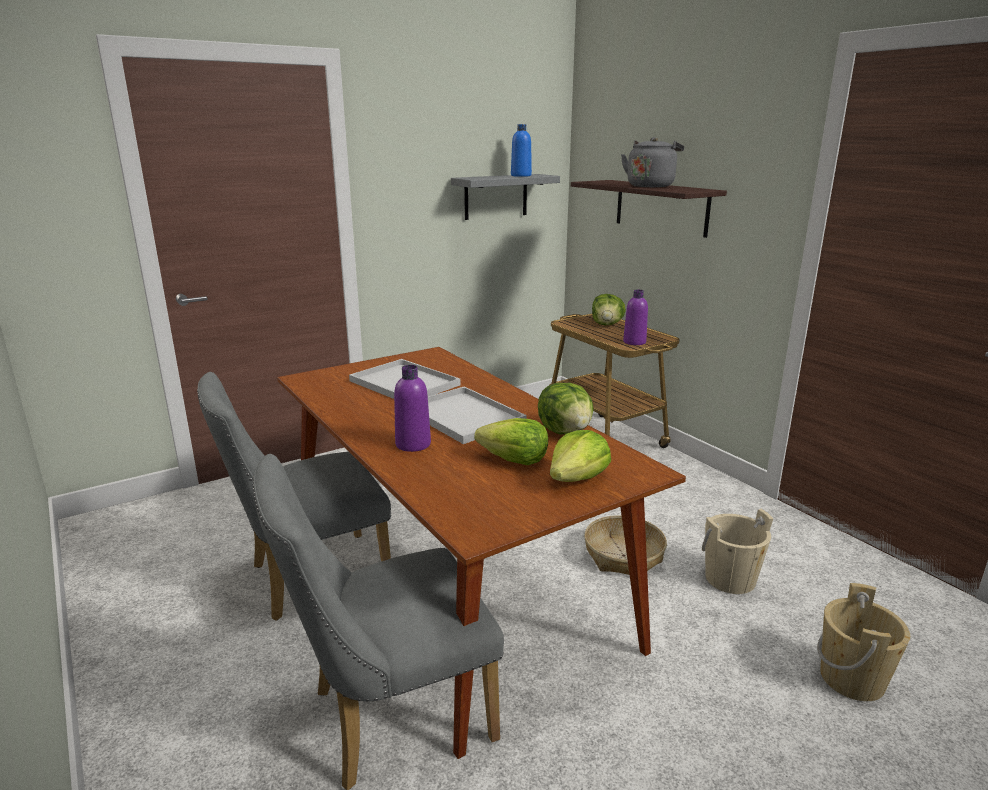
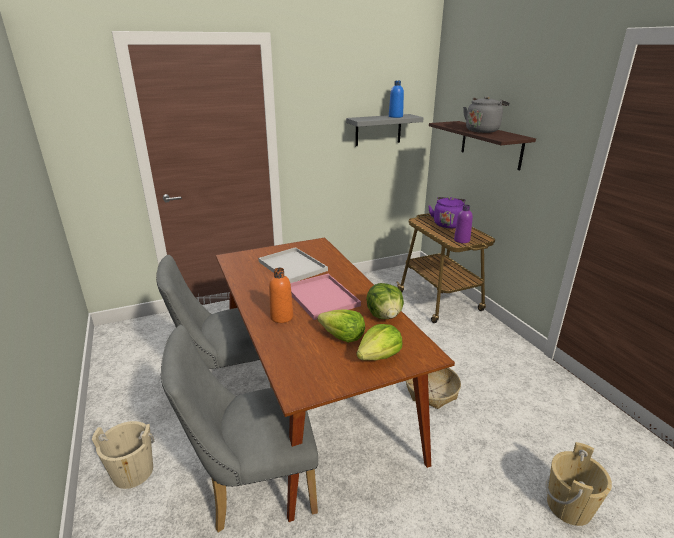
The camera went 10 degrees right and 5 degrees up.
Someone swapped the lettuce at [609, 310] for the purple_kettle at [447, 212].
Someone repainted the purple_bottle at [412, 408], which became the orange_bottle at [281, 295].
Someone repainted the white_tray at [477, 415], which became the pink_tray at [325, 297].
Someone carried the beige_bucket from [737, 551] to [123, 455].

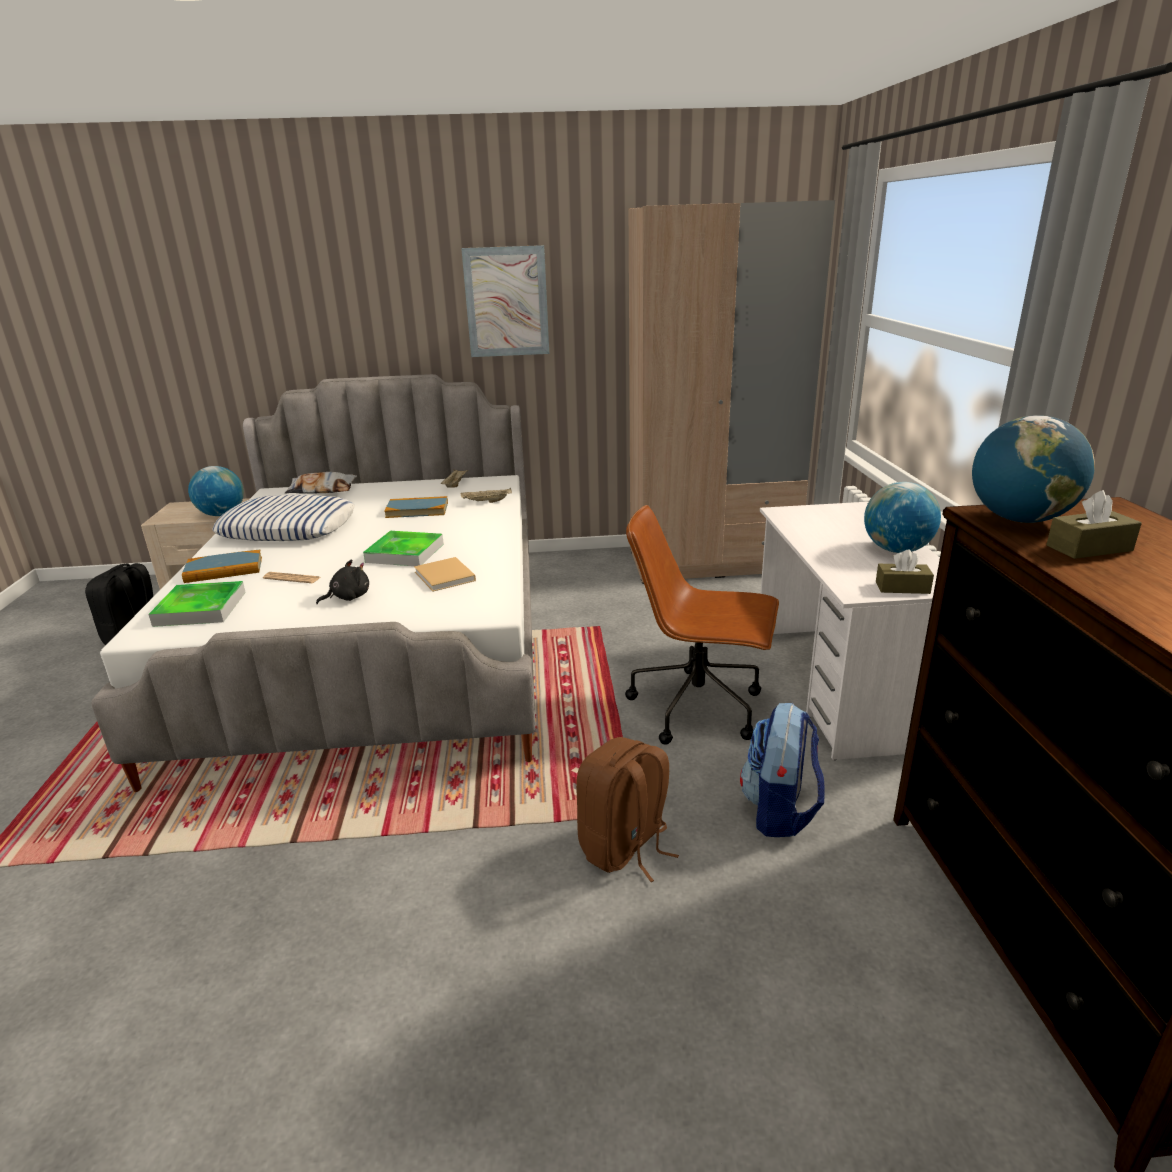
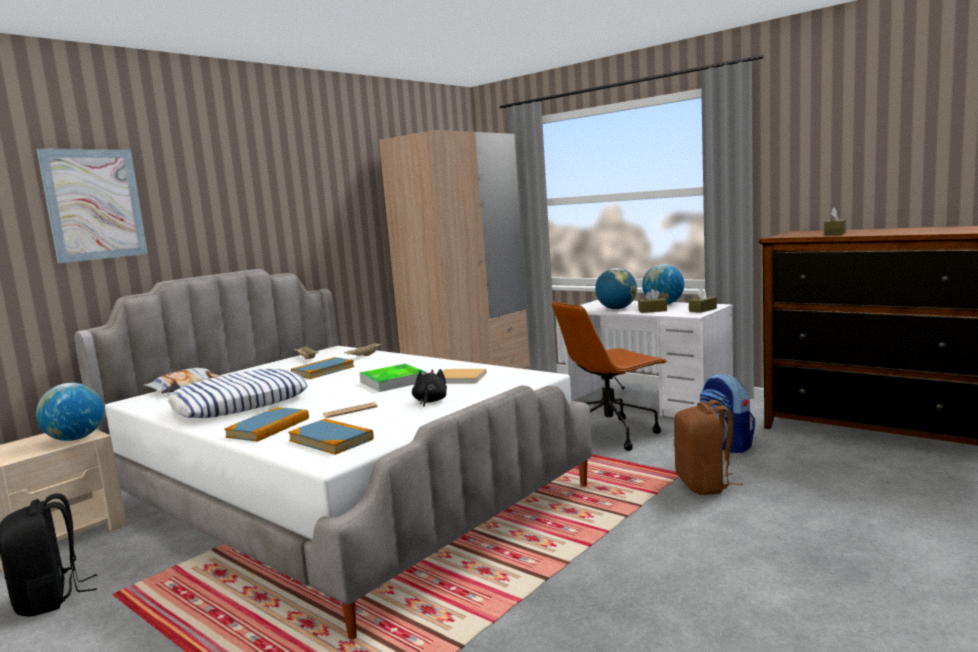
The camera went 45 degrees left and 15 degrees down.
Someone carried the picture from [505, 301] to [92, 206].
Someone carried the globe from [1033, 469] to [616, 288].
Someone swapped the tray at [197, 604] for the book at [331, 437].
Someone put down the brown_tissue_box at [652, 301].

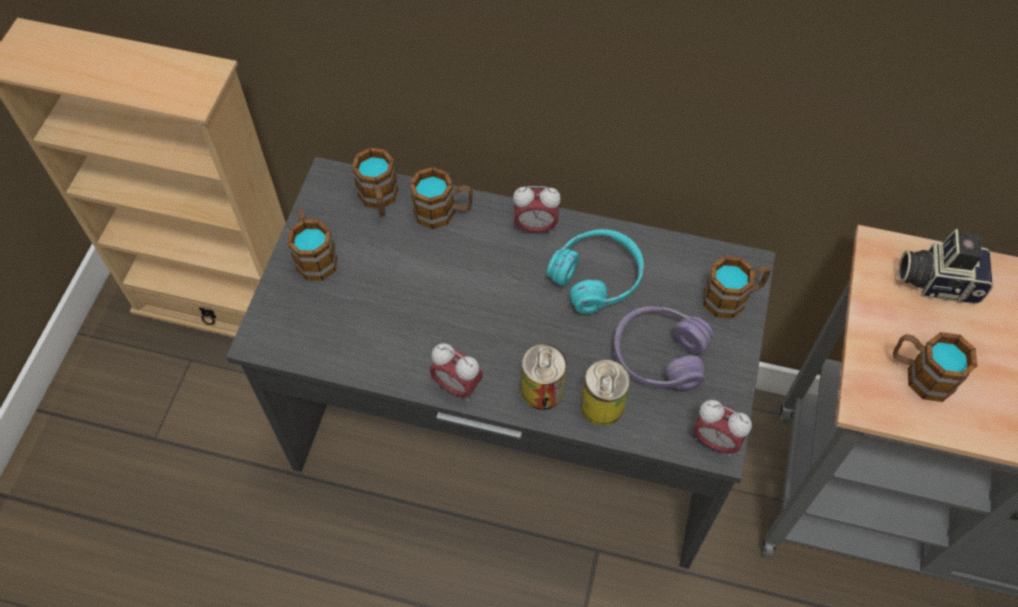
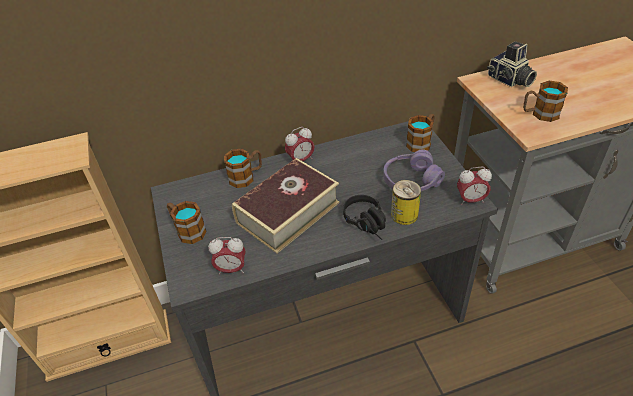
The camera went 30 degrees left and 15 degrees down.
Someone took away the mug at [375, 182].
Someone took away the turquoise_headphones at [595, 271].
Someone rotated the photo_camera at [945, 266] by 105 degrees counterclockwise.
Someone carried the alarm_clock from [456, 372] to [227, 256].
Someone swapped the can at [544, 377] for the black_headphones at [364, 217].
Someone put down the book at [286, 205].

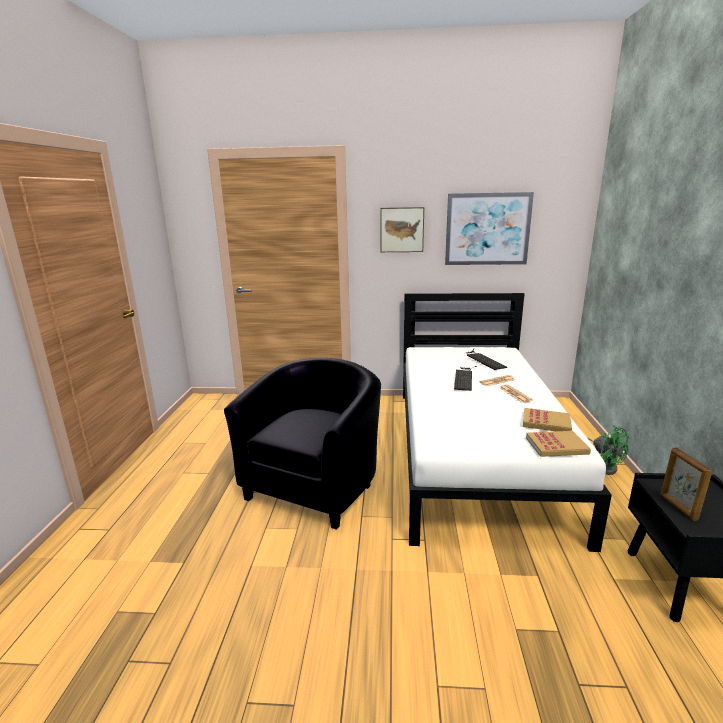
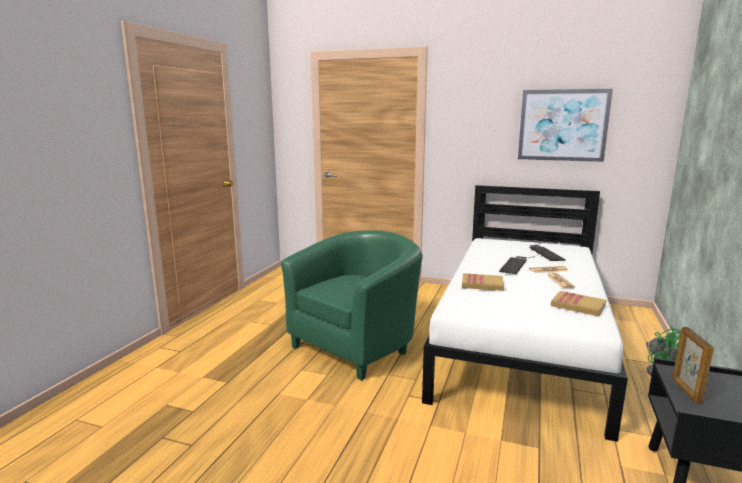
The camera went 15 degrees right and 5 degrees down.
Someone took away the picture at [402, 229].
Someone repainted the black_armchair at [302, 444], which became the green_armchair at [352, 305].
Someone carried the book from [558, 444] to [483, 282].

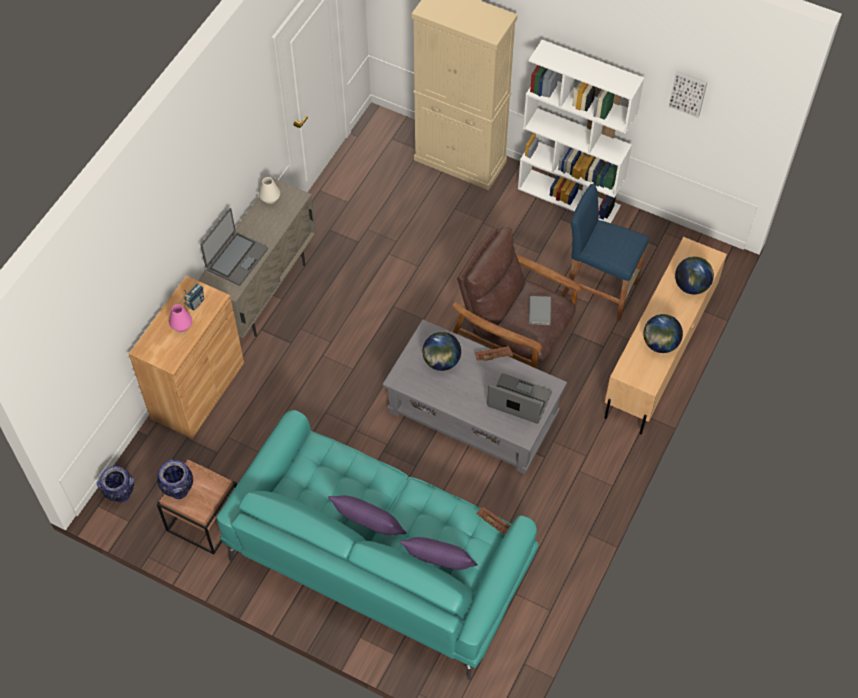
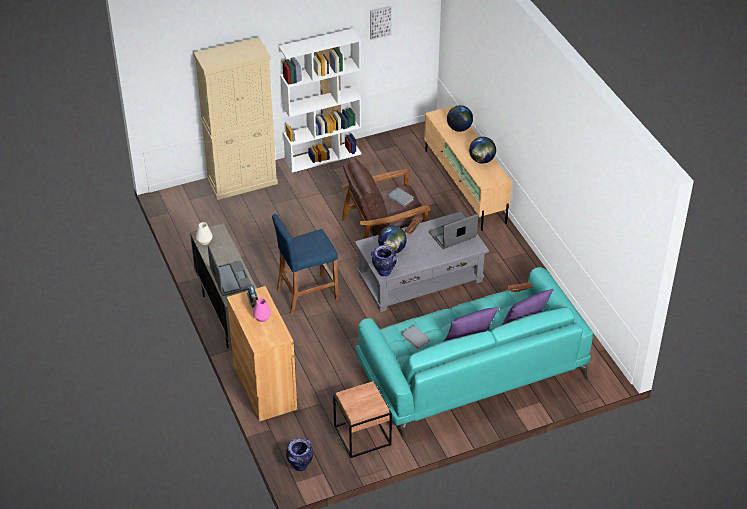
The camera went 50 degrees left and 15 degrees down.
Someone carried the blue_stool from [605, 252] to [305, 264].
Someone carried the vase from [175, 479] to [384, 261].
Someone put down the grey_book at [415, 337].

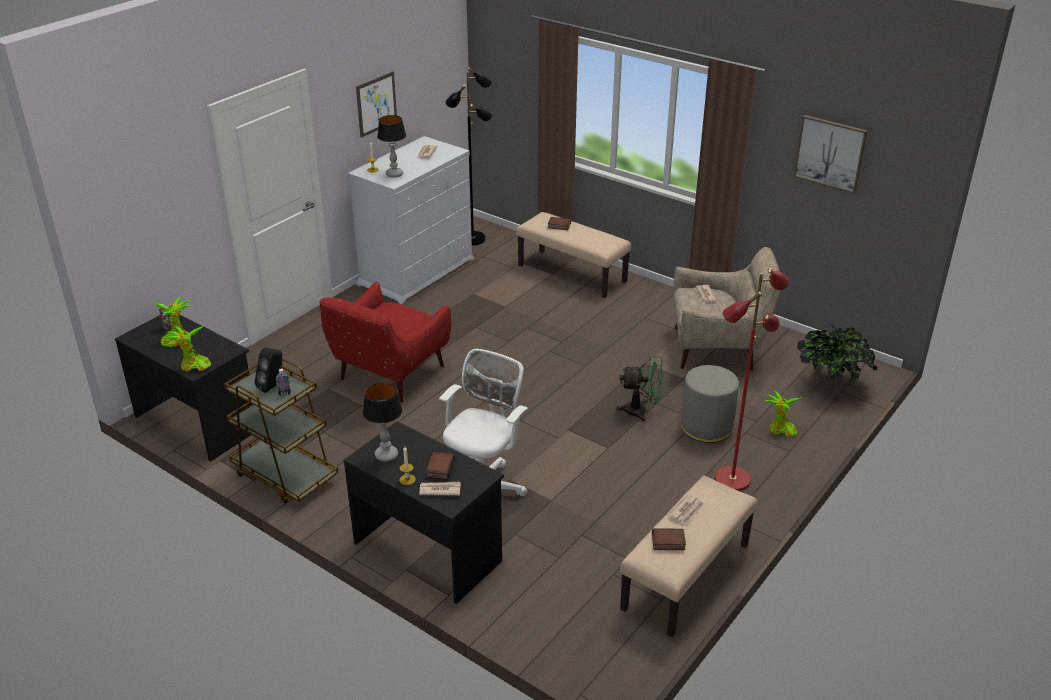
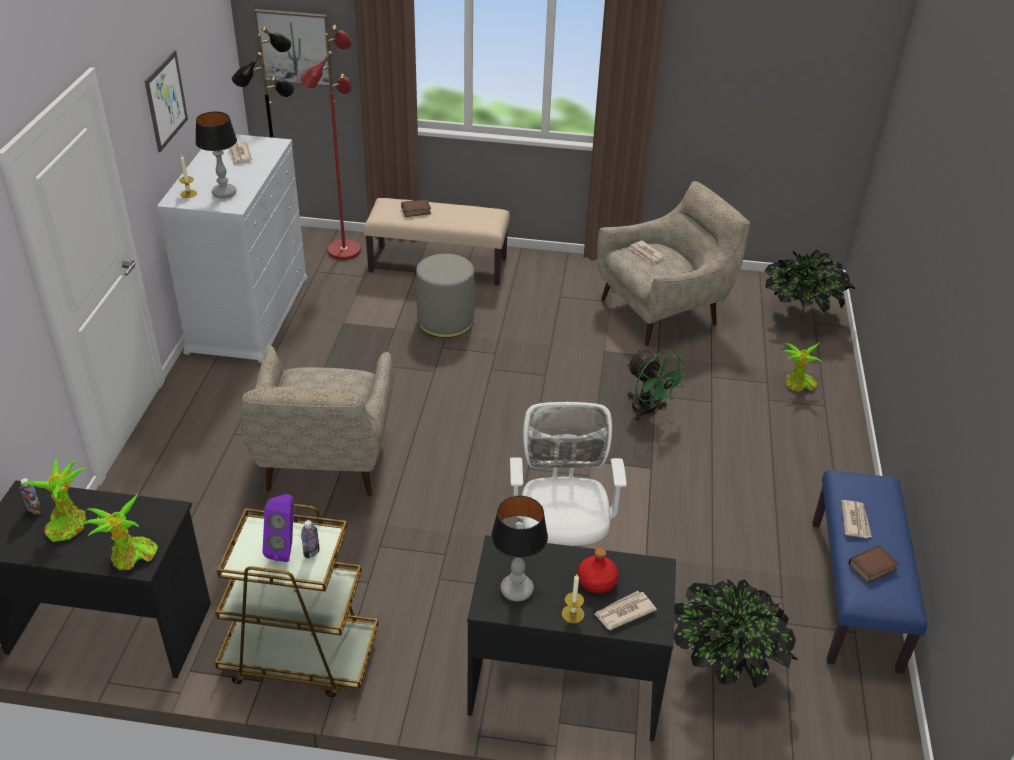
The camera went 30 degrees left and 5 degrees up.
Someone carried the picture from [831, 154] to [293, 48].
Someone carried the red_floor_lamp from [752, 379] to [330, 142].
Someone repainted the red_armchair at [385, 342], which became the beige_armchair at [317, 420].
Someone repainted the black_speaker at [268, 370], which became the purple_speaker at [278, 528].
Someone rotated the green_fan at [639, 388] by 75 degrees clockwise.
Someone carried the grey_ottoman from [710, 404] to [445, 296].
Someone swapped the book at [440, 466] for the red_bottle at [598, 570].
Someone repainted the beige_bench at [688, 556], which became the blue_bench at [869, 572].
Someone put down the potted_plant at [736, 633].

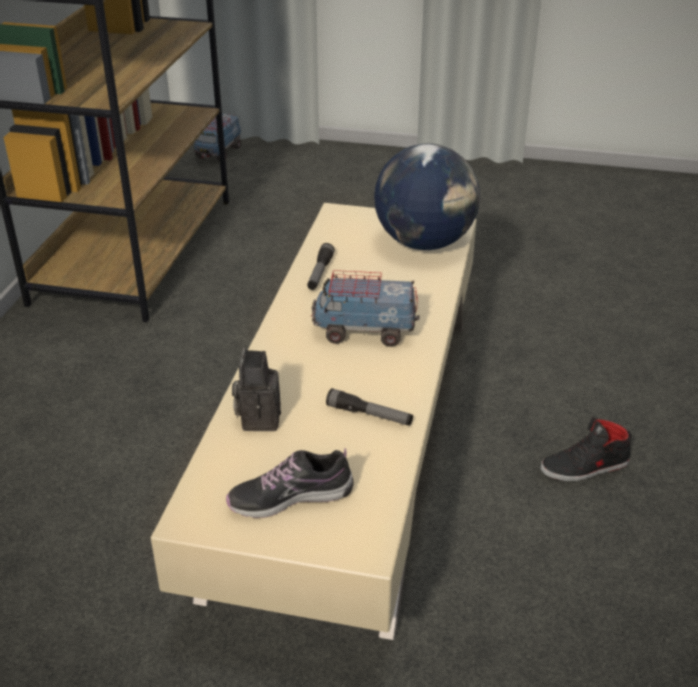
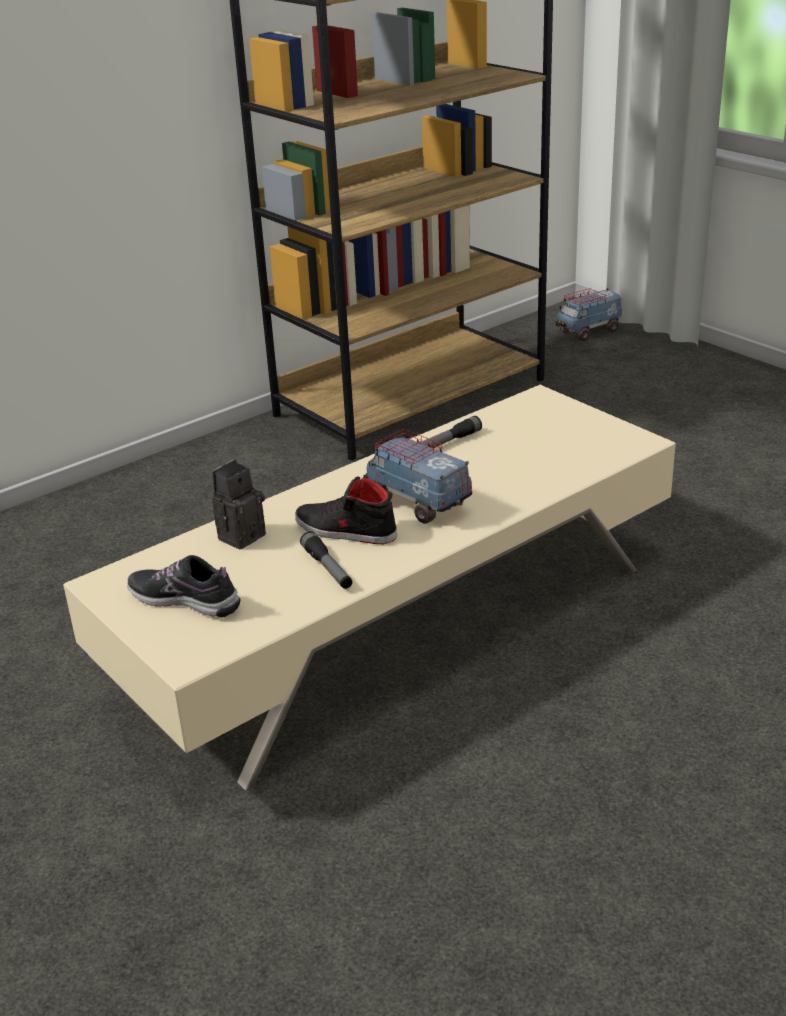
The camera went 40 degrees right and 5 degrees down.
Someone took away the globe at [427, 196].
Someone carried the black_shoe from [585, 449] to [346, 510].

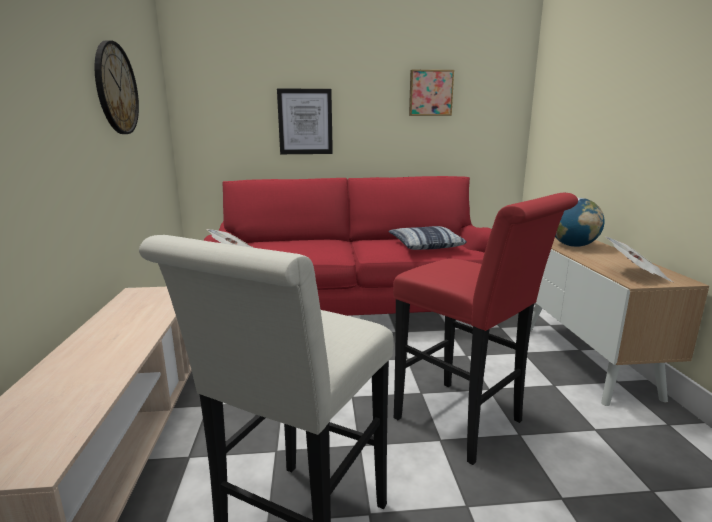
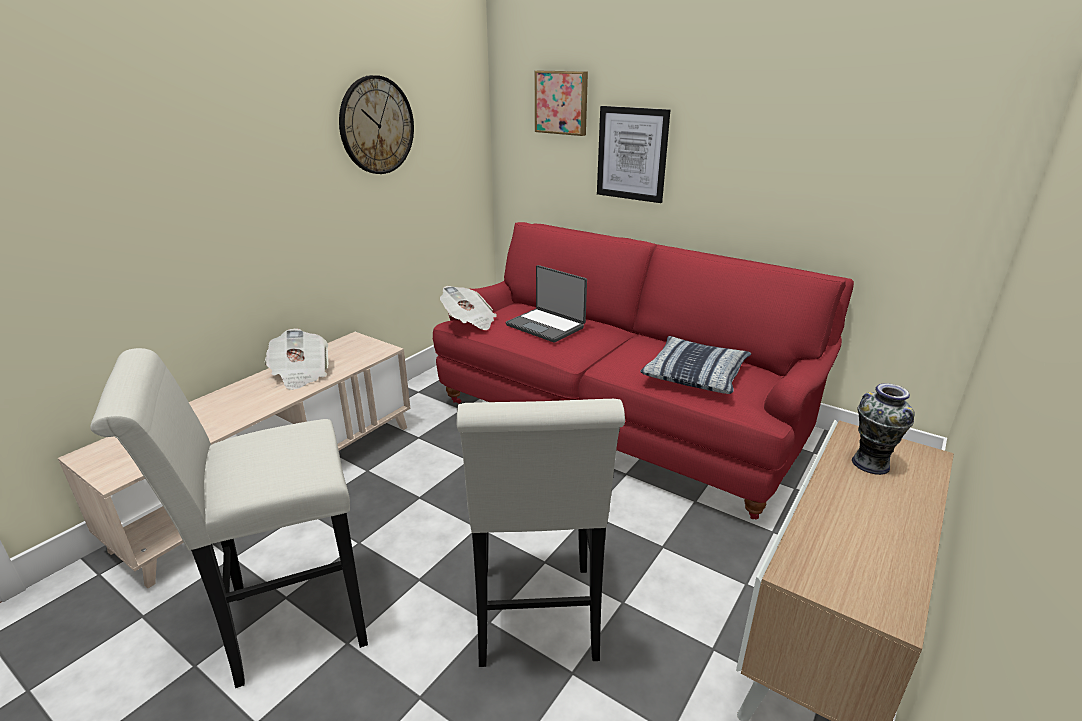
The camera went 40 degrees right and 10 degrees up.
Someone carried the picture from [431, 93] to [561, 103].
Someone repainted the red_stool at [485, 329], which became the white_stool at [541, 533].
Someone swapped the globe at [580, 222] for the vase at [883, 429].
Someone carried the newspaper from [638, 259] to [296, 359].
Someone put down the laptop at [546, 304].

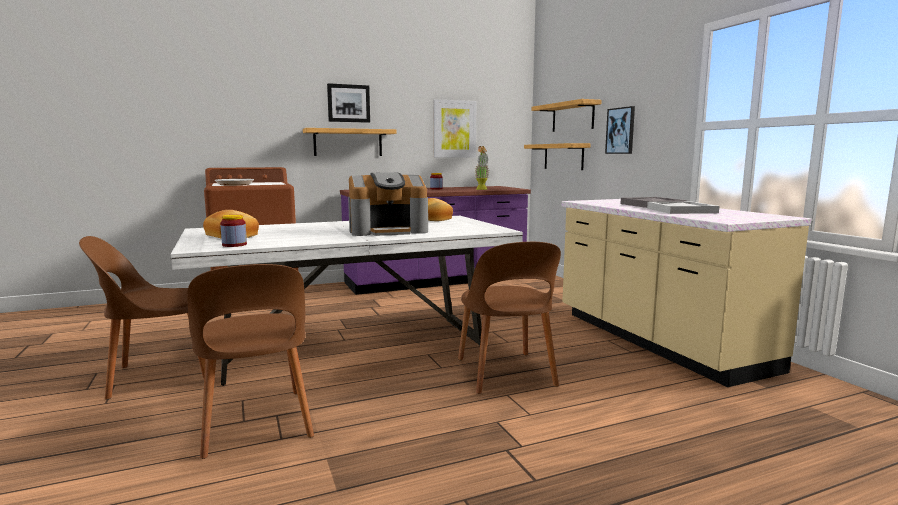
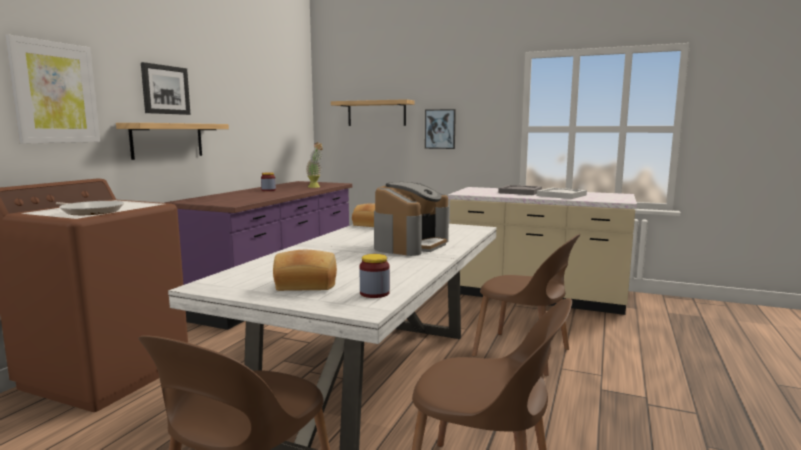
The camera went 45 degrees left and 0 degrees up.
Someone carried the picture from [454, 128] to [52, 89].
Someone took away the shelf at [557, 156].

